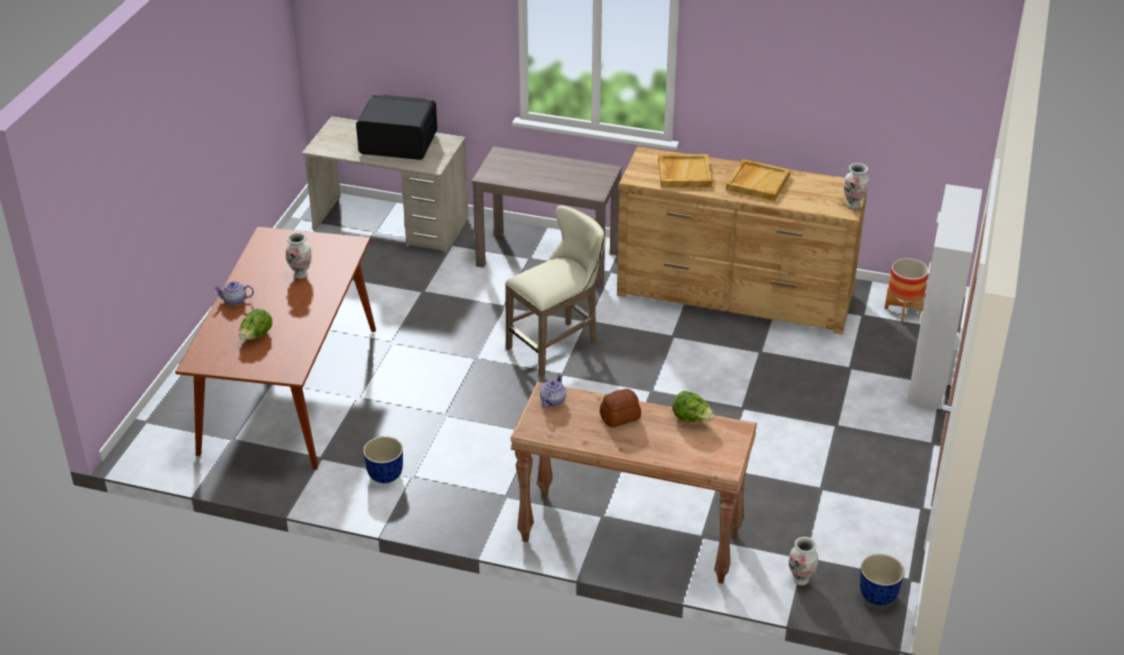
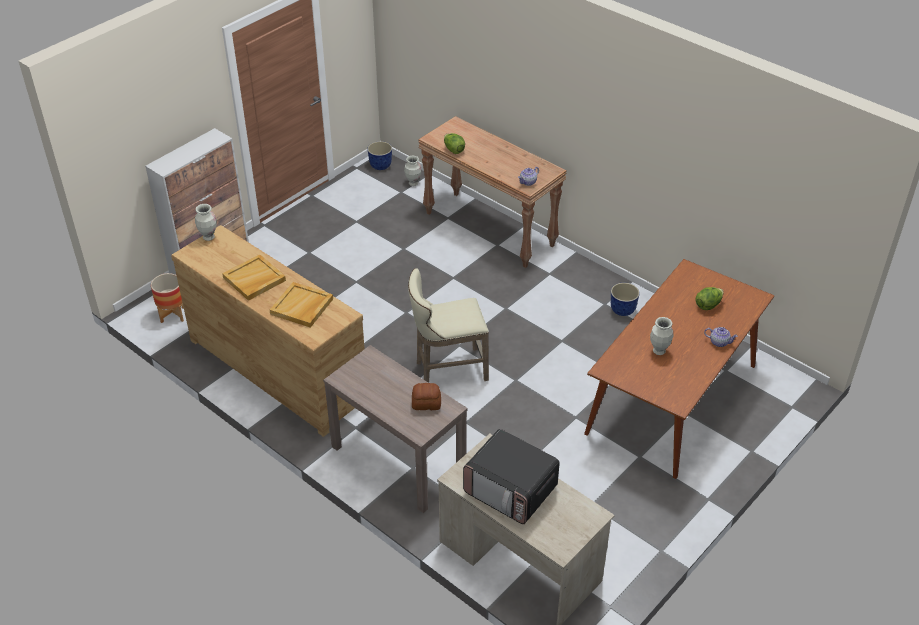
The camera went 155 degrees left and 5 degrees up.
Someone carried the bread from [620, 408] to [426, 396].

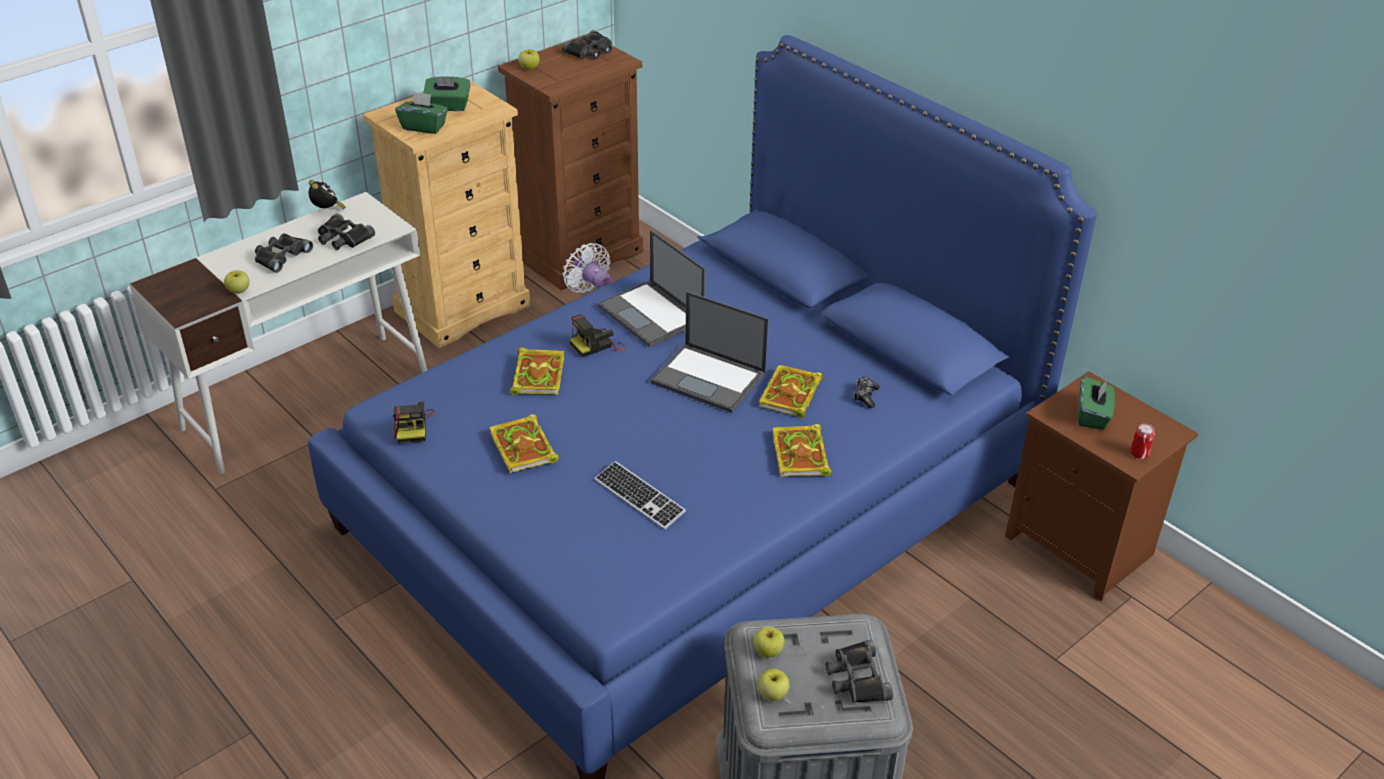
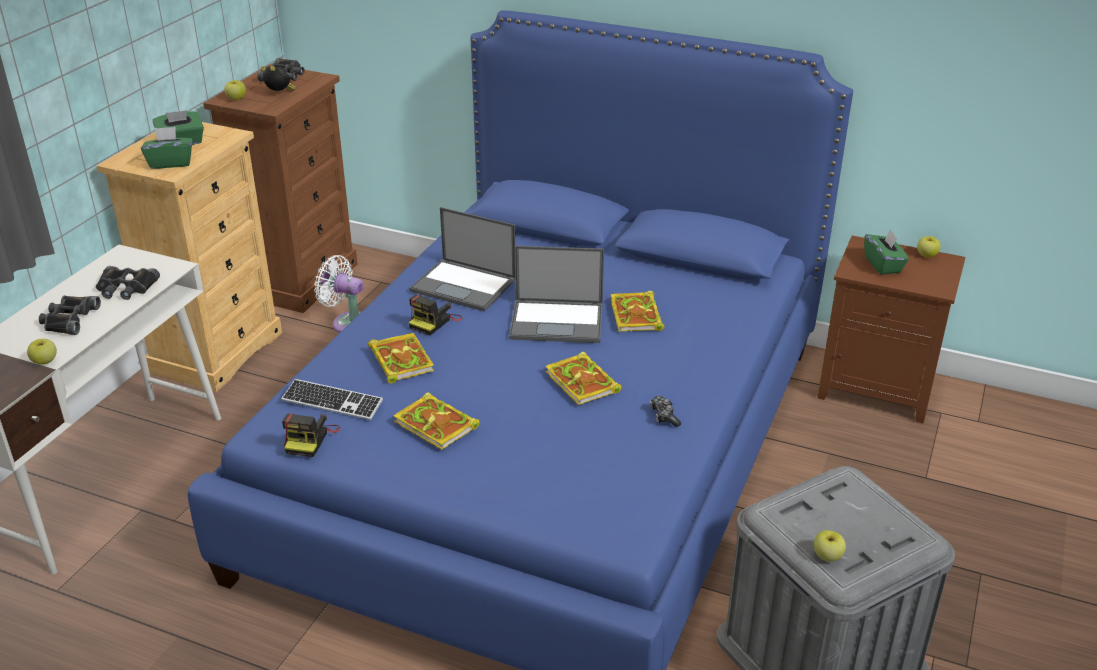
The camera went 25 degrees left and 5 degrees down.
Someone carried the alarm_clock from [327, 195] to [278, 78].
Someone carried the game_controller from [866, 392] to [665, 411].
Someone rotated the photo_camera at [414, 422] by 45 degrees clockwise.
Someone carried the book from [802, 450] to [583, 378].
Someone took away the can at [1142, 441].
Someone carried the keyboard from [640, 495] to [332, 399].
Someone carried the apple from [769, 642] to [929, 247].
Someone took away the black_binoculars at [859, 671].

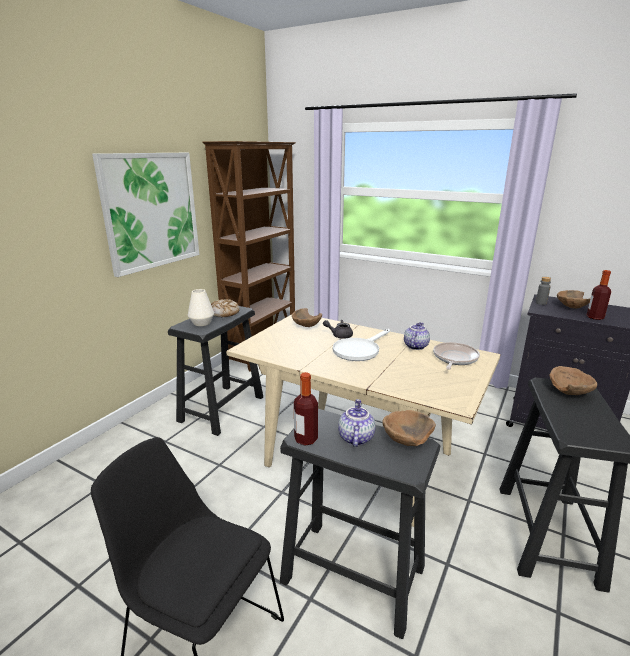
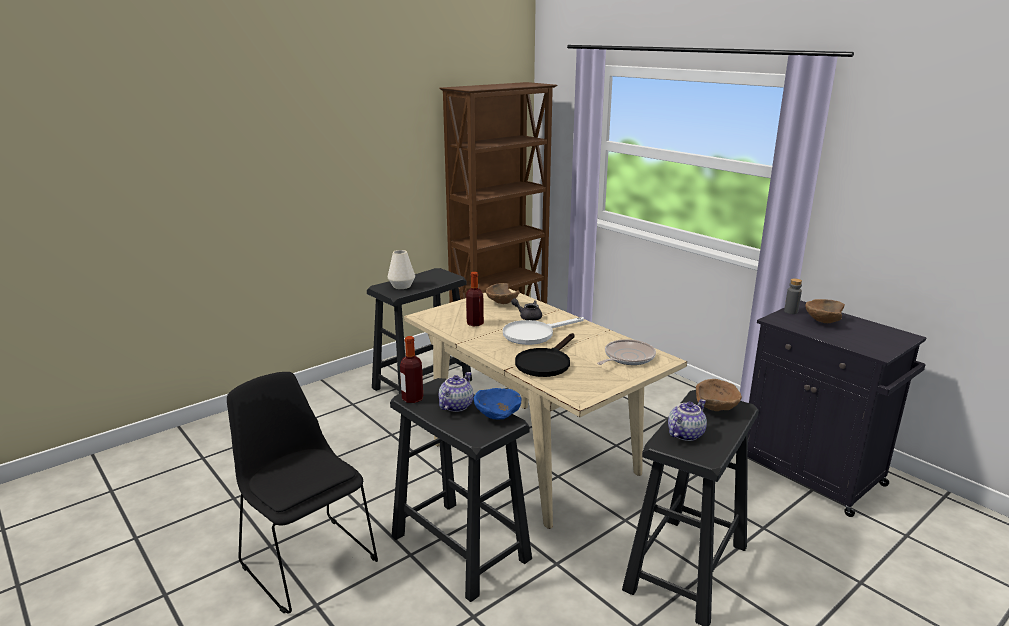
The camera went 20 degrees right and 0 degrees up.
Someone took away the picture at [145, 215].
Someone carried the bottle from [599, 295] to [475, 299].
Someone took away the bread at [225, 308].
Someone carried the teapot from [417, 336] to [687, 420].
Someone repainted the brown_bowl at [409, 428], which became the blue_bowl at [497, 404].
Someone put down the black_frying_pan at [545, 355].

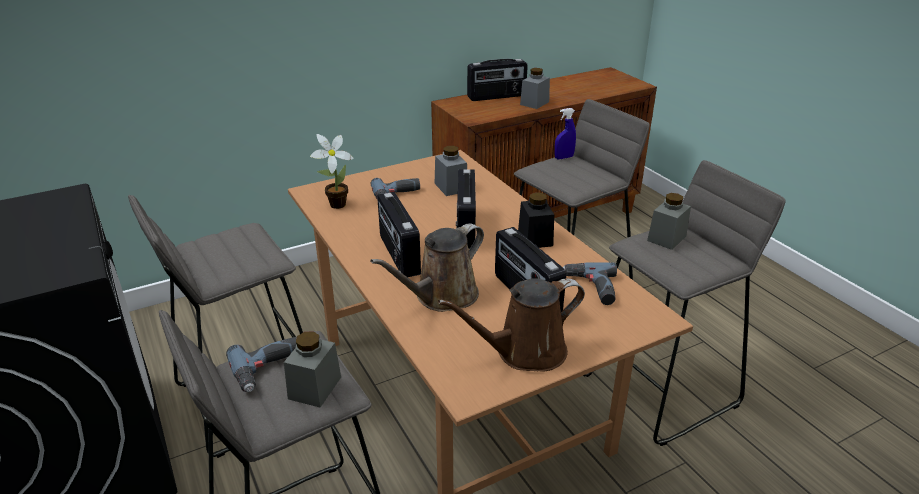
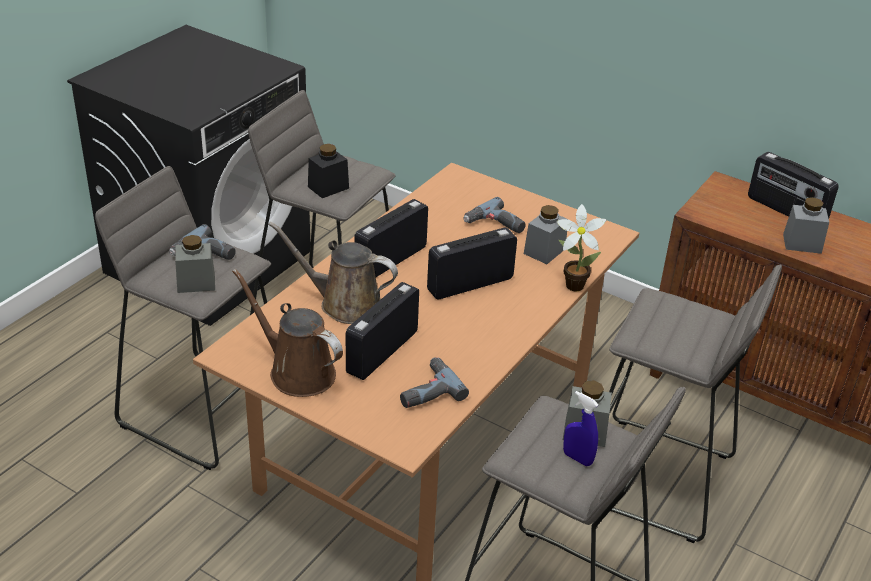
The camera went 60 degrees right and 5 degrees up.
Someone carried the blue_spray_bottle from [565, 133] to [581, 428].
Someone carried the potted_plant from [332, 171] to [581, 248].
Someone carried the black_jar from [536, 220] to [328, 171].

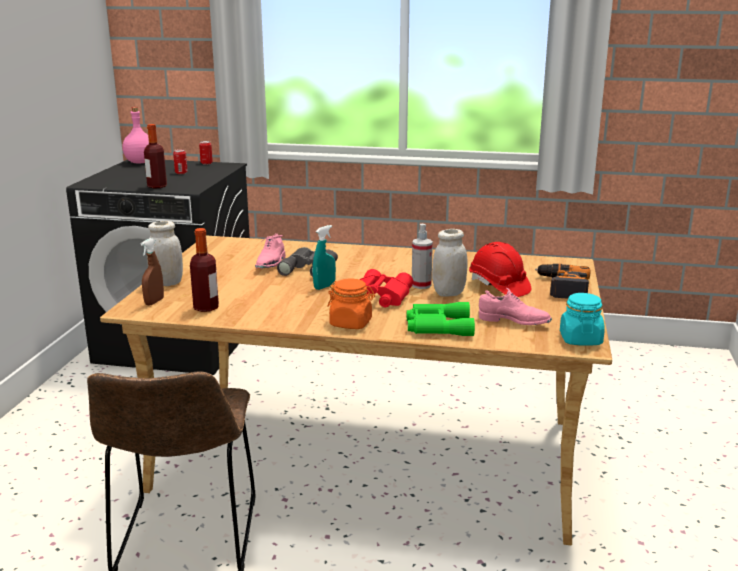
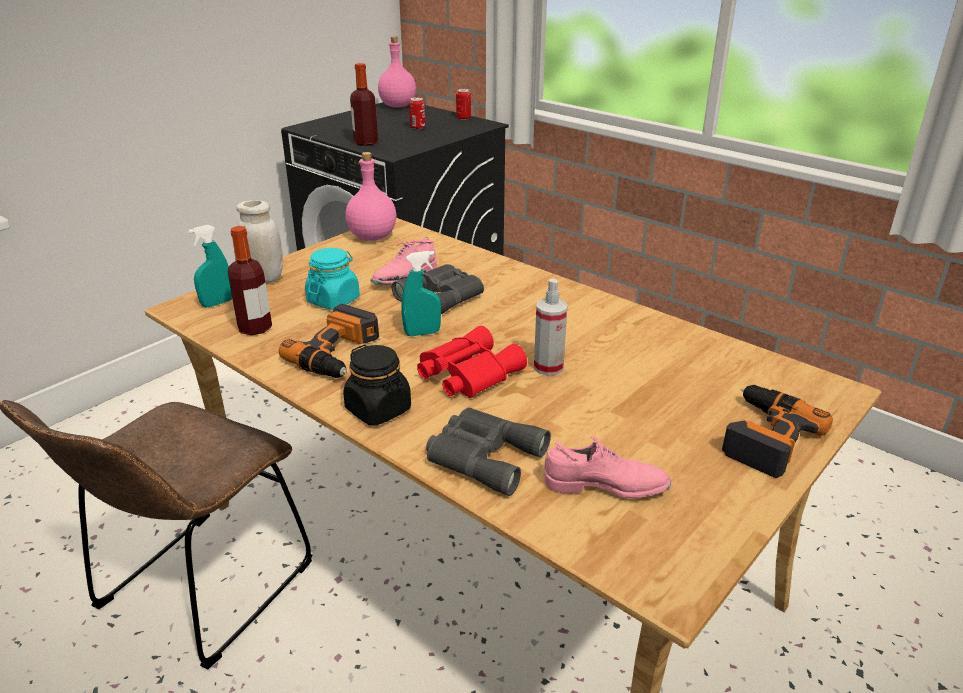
The camera went 30 degrees right and 10 degrees up.
Someone took away the white_jar at [450, 263].
Someone repainted the brown_spray_bottle at [152, 271], which became the turquoise_spray_bottle at [210, 266].
Someone took away the red_hard_hat at [500, 269].
Someone repainted the orange_jar at [351, 304], which became the black_jar at [377, 385].
Someone rotated the pink_shoe at [515, 306] by 45 degrees counterclockwise.
Someone carried the turquoise_jar from [582, 319] to [332, 279].
Someone repainted the green_binoculars at [441, 319], which became the grey_binoculars at [488, 452].
Someone put down the pink_bottle at [371, 196].
Someone put down the power_drill at [329, 341].

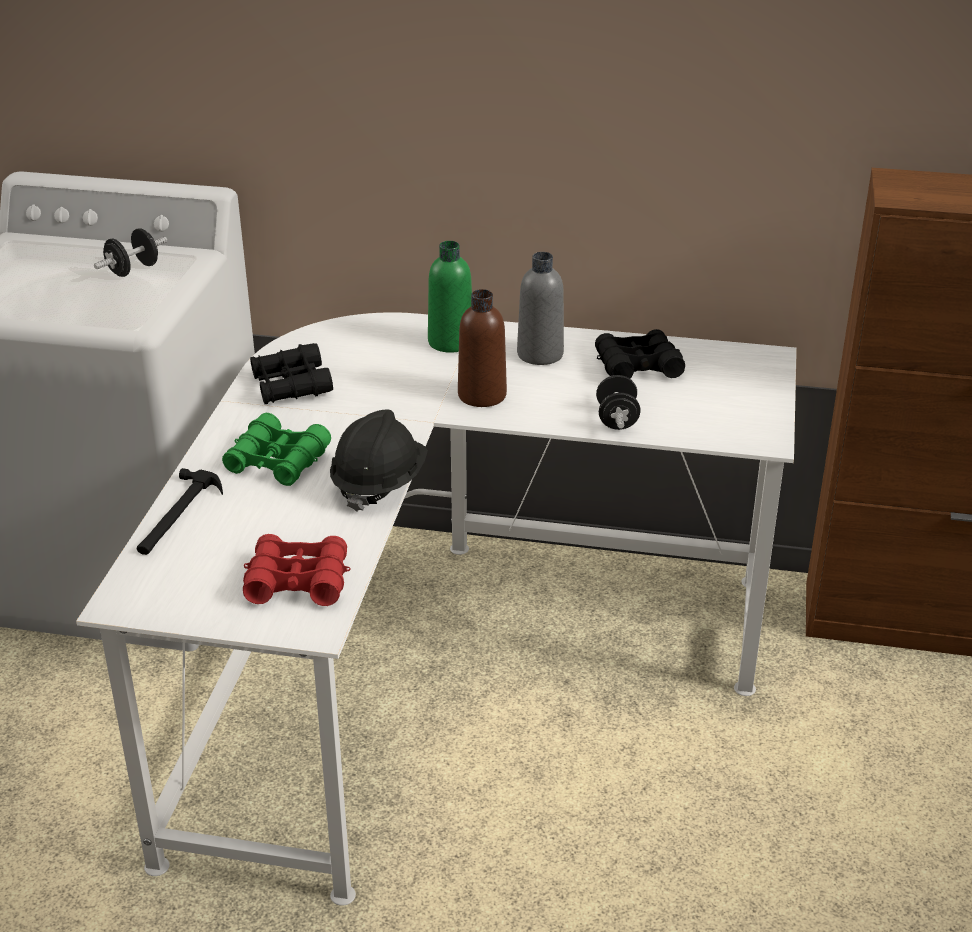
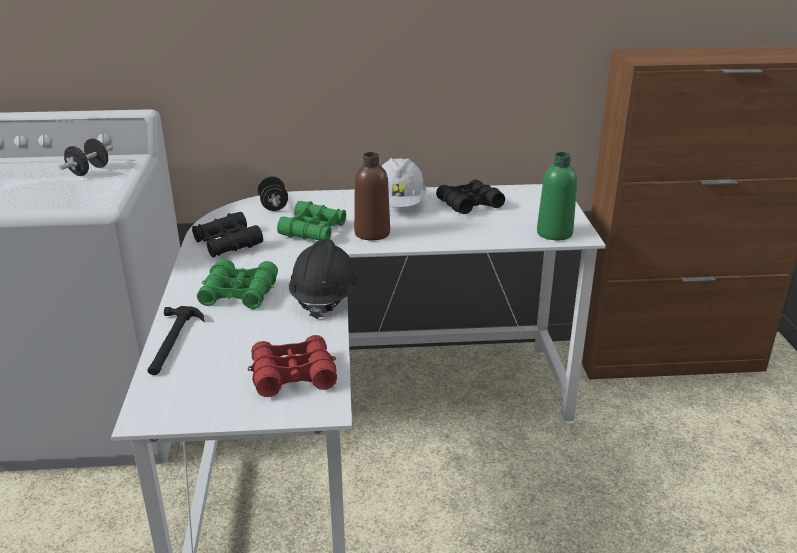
The camera went 15 degrees left and 5 degrees down.
Someone carried the green_bottle from [450, 297] to [557, 196].
Someone swapped the grey_bottle at [540, 308] for the white_hard_hat at [404, 182].
Someone carried the black_dumbbell from [618, 402] to [273, 193].
Someone put down the green_binoculars at [311, 221].

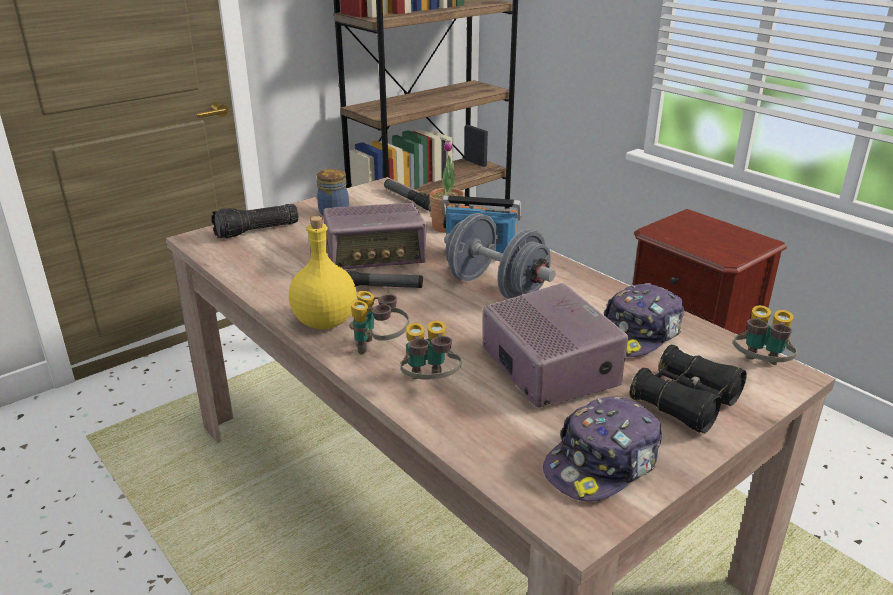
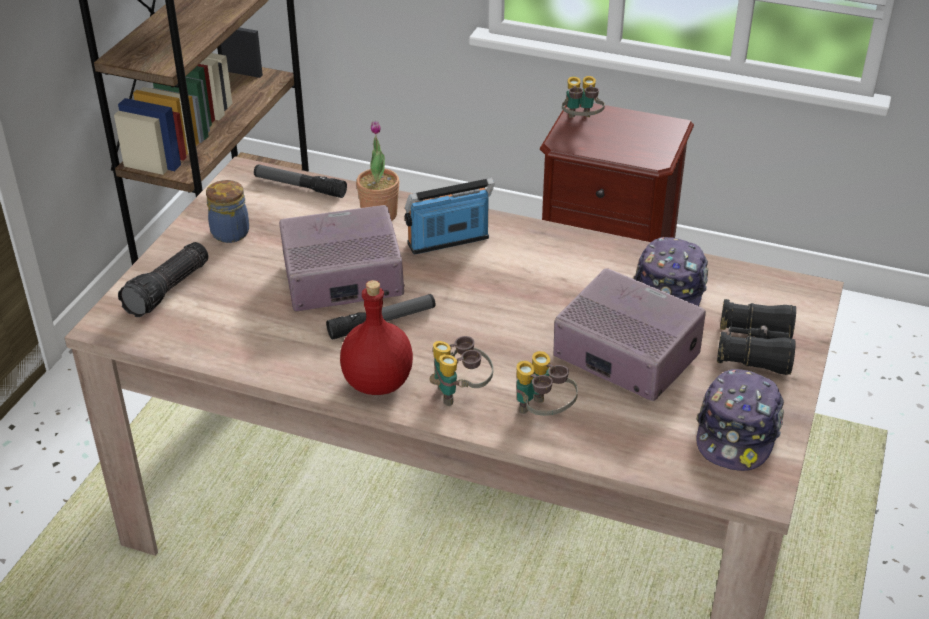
The camera went 30 degrees left and 10 degrees up.
Someone rotated the radio at [374, 236] by 150 degrees counterclockwise.
Someone took away the grey_dumbbell at [500, 256].
Someone repainted the yellow_bottle at [323, 273], which became the red_bottle at [376, 337].
Someone carried the binoculars from [765, 335] to [583, 97].

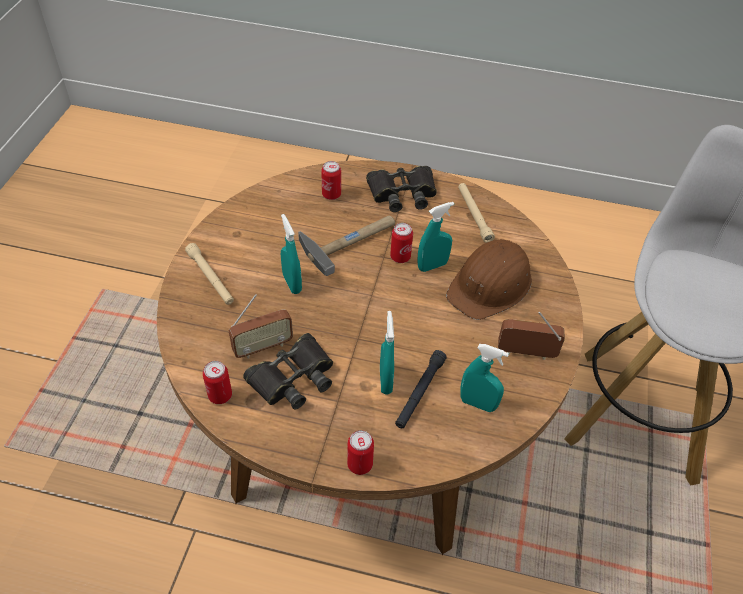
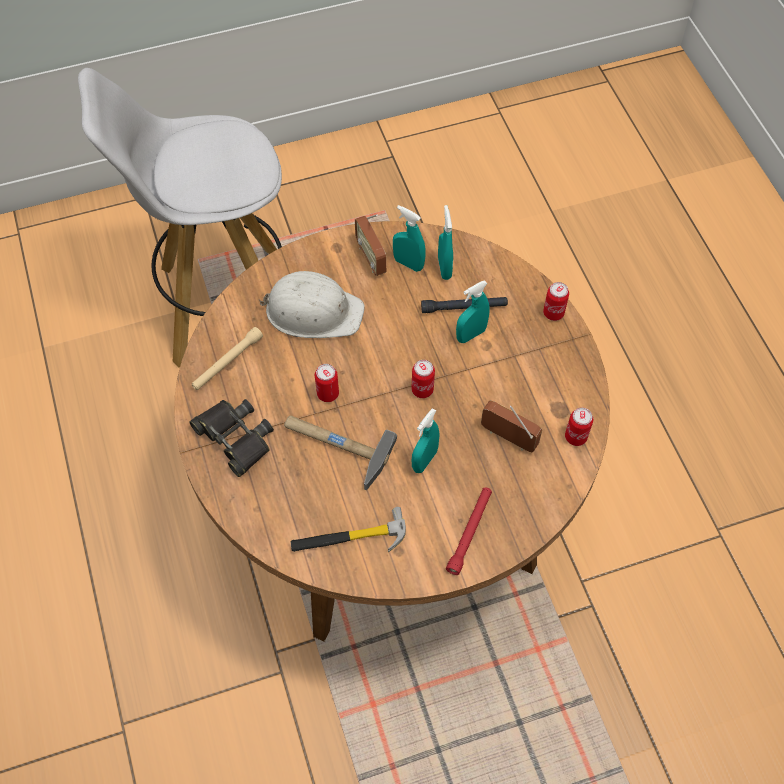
The camera went 120 degrees left and 10 degrees up.
Someone carried the can from [331, 180] to [423, 379].
Someone carried the turquoise_spray_bottle from [435, 237] to [409, 238].
Someone repainted the brown_hard_hat at [489, 279], which became the white_hard_hat at [312, 304].
Someone repainted the beige_flashlight at [209, 274], which became the red_flashlight at [469, 531].
Someone took away the black_binoculars at [288, 371].
Someone put down the hammer at [348, 529].

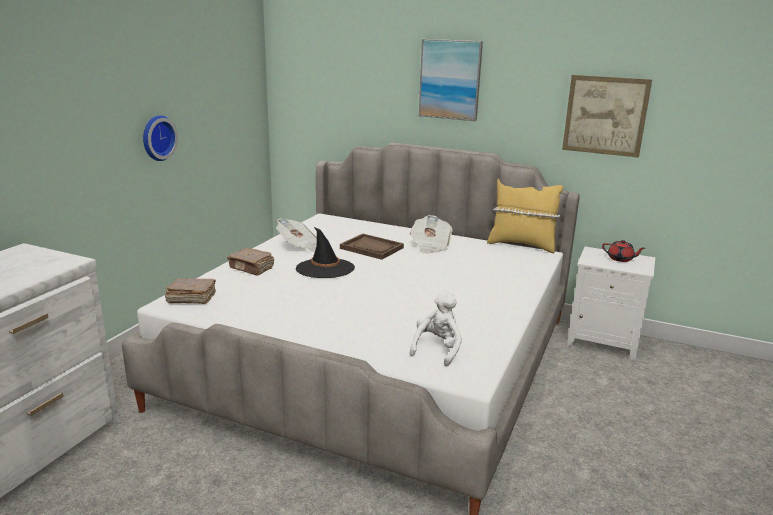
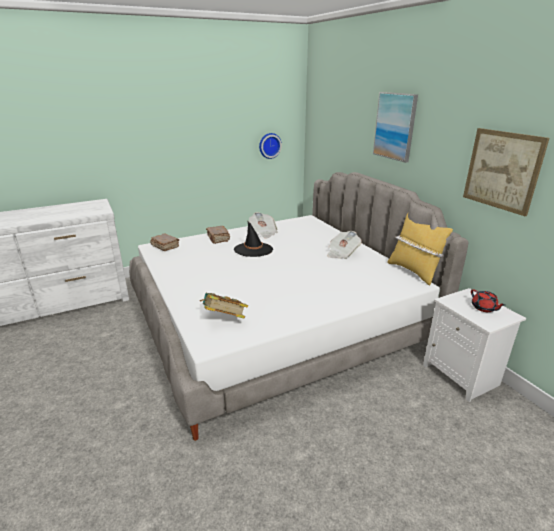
The camera went 40 degrees right and 5 degrees up.
Someone carried the wall_clock from [160, 138] to [270, 146].
Someone took away the brown_tray at [372, 247].
Someone swapped the white_plush_toy at [436, 328] for the book at [224, 306].

